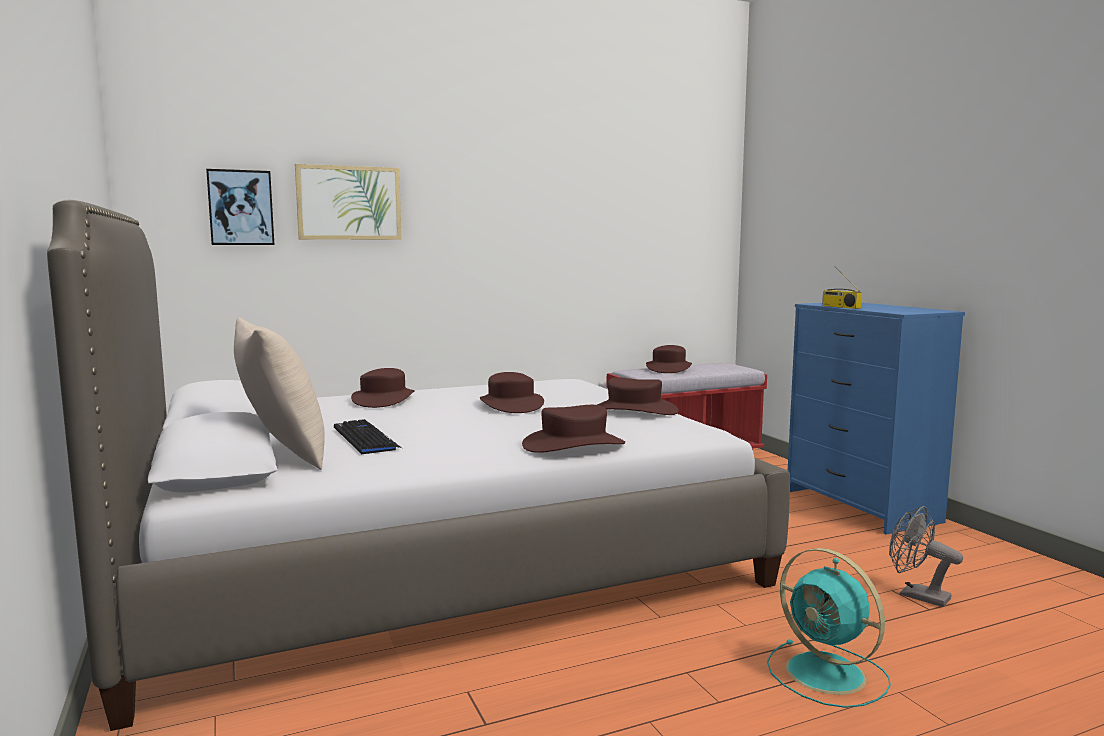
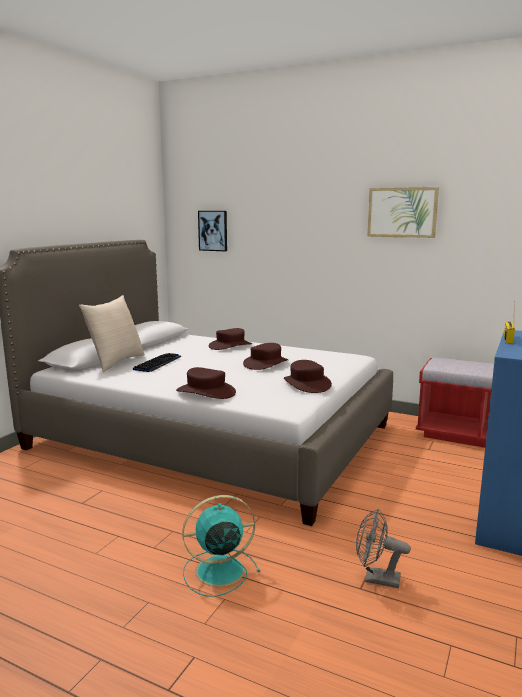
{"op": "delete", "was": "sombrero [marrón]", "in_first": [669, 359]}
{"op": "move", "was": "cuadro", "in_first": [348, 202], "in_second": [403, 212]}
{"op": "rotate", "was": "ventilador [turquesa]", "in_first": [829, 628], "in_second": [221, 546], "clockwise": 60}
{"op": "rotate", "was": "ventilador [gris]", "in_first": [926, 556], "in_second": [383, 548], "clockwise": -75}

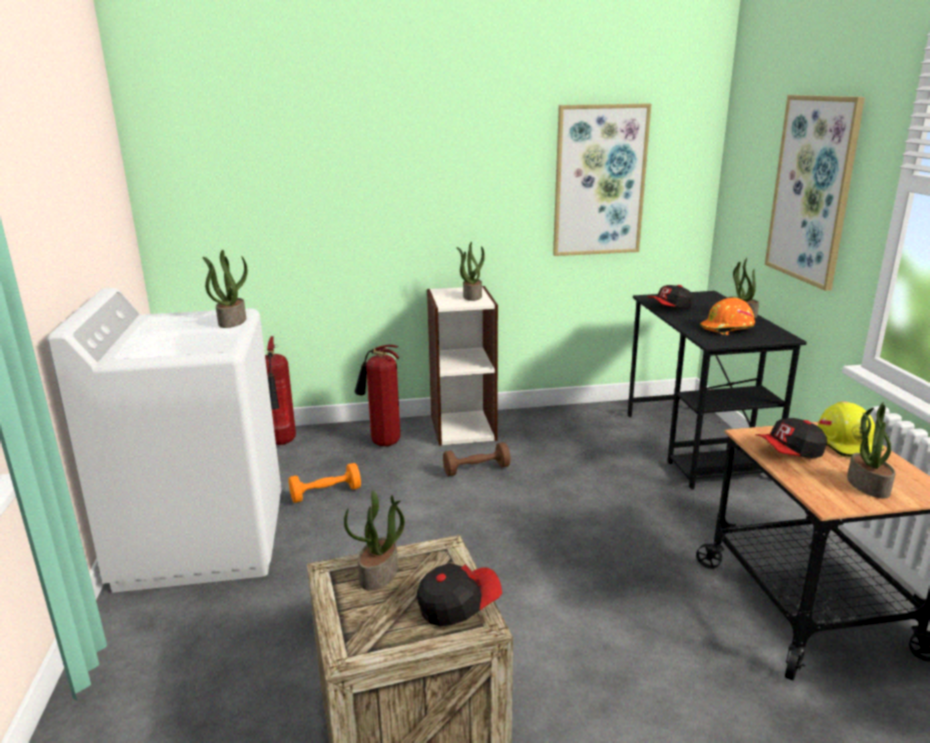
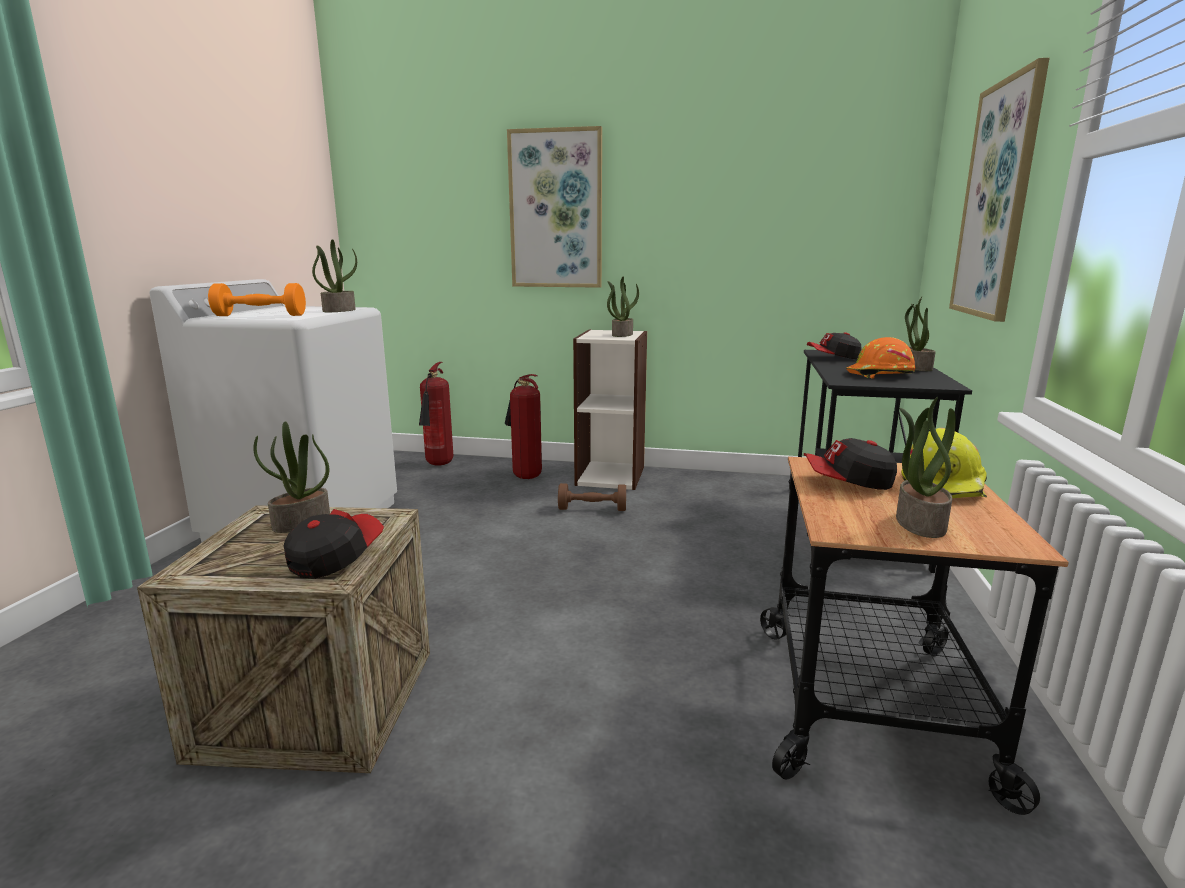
{"op": "move", "was": "mancuerna [naranja]", "in_first": [325, 483], "in_second": [257, 299]}
{"op": "move", "was": "cuadro", "in_first": [602, 180], "in_second": [554, 207]}
{"op": "rotate", "was": "gorra", "in_first": [459, 594], "in_second": [334, 544], "clockwise": -60}

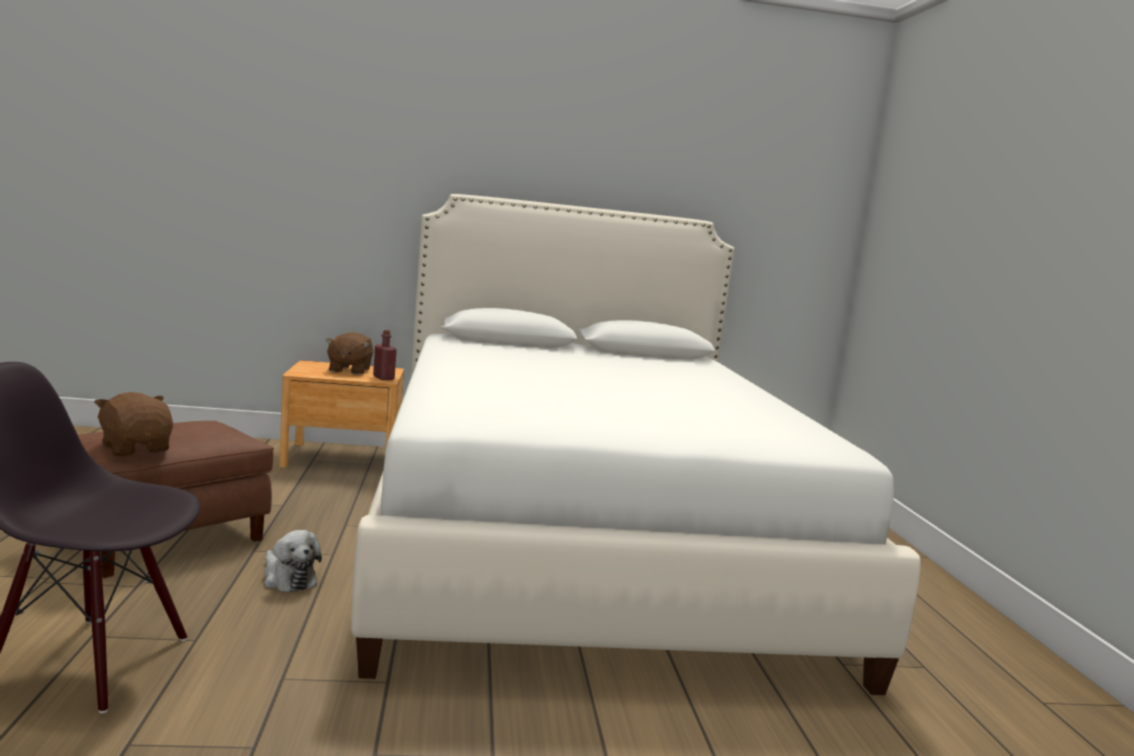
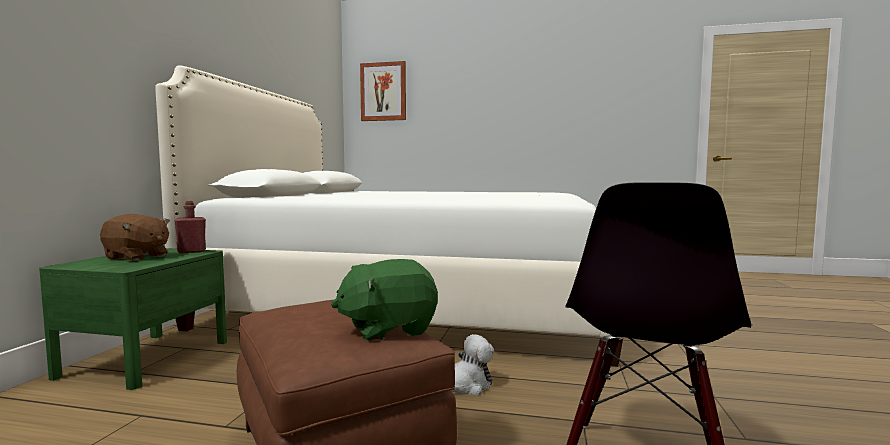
{"op": "insert", "now": "cuadro", "in_second": [383, 91]}
{"op": "recolor", "was": "peluche [marrón]", "now": "peluche [verde]", "in_first": [133, 424], "in_second": [384, 300]}
{"op": "recolor", "was": "mesita de noche [marrón]", "now": "mesita de noche [verde]", "in_first": [341, 414], "in_second": [133, 319]}

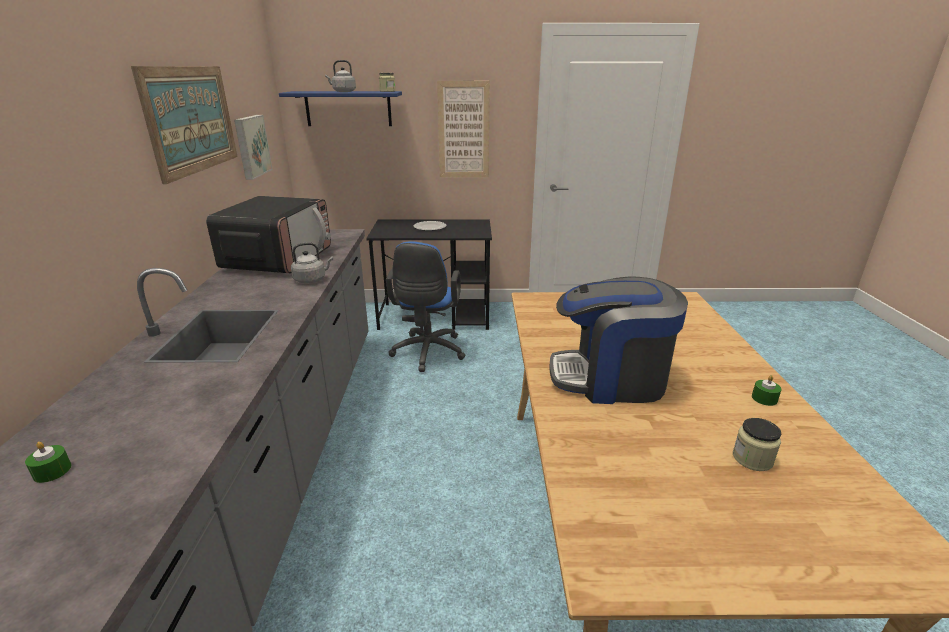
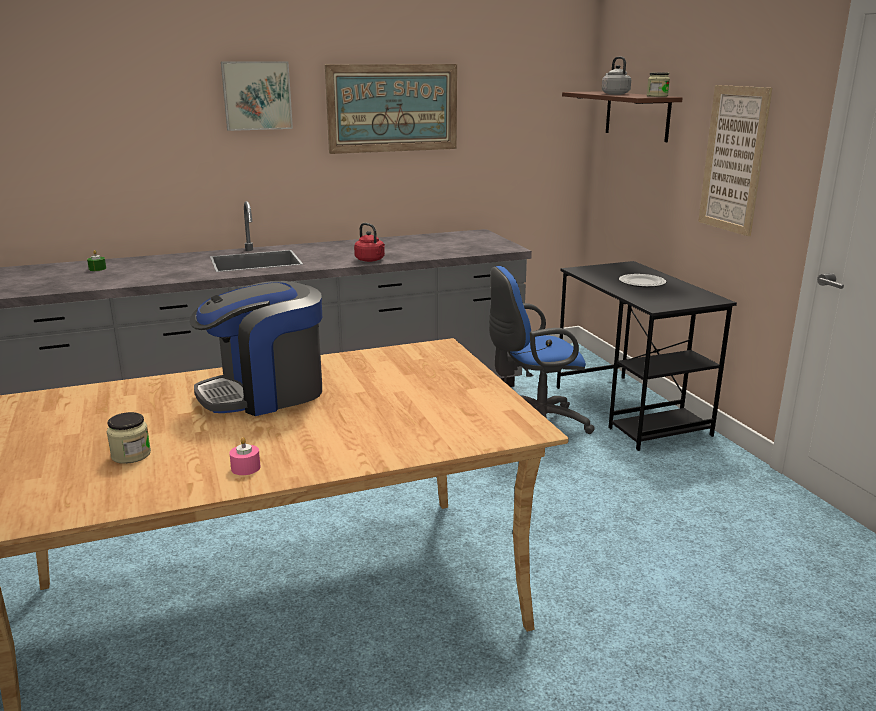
{"op": "delete", "was": "microondas", "in_first": [268, 234]}
{"op": "move", "was": "cuadro", "in_first": [253, 147], "in_second": [257, 96]}
{"op": "recolor", "was": "estante [azul]", "now": "estante [marrón]", "in_first": [340, 108], "in_second": [622, 116]}
{"op": "recolor", "was": "hervidor [gris]", "now": "hervidor [rojo]", "in_first": [312, 262], "in_second": [369, 242]}
{"op": "recolor", "was": "vela [verde]", "now": "vela [rosa]", "in_first": [767, 390], "in_second": [245, 456]}
{"op": "rotate", "was": "cafetera", "in_first": [618, 340], "in_second": [256, 348], "clockwise": -105}

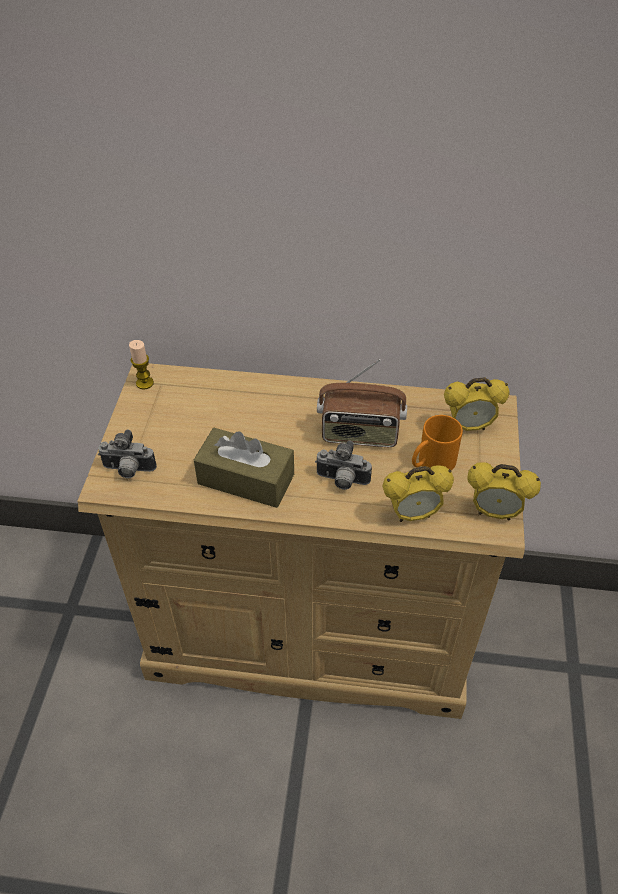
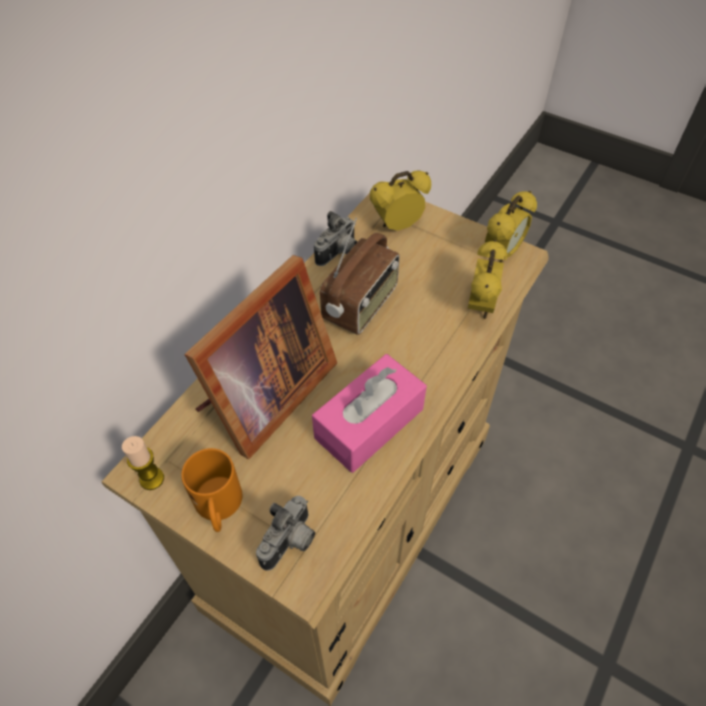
{"op": "insert", "now": "portarretratos", "in_second": [261, 357]}
{"op": "move", "was": "cámara", "in_first": [343, 465], "in_second": [335, 238]}
{"op": "move", "was": "taza grande [naranja]", "in_first": [437, 442], "in_second": [211, 490]}
{"op": "recolor", "was": "caja de pañuelos [marrón]", "now": "caja de pañuelos [rosa]", "in_first": [244, 468], "in_second": [369, 413]}
{"op": "rotate", "was": "despertador", "in_first": [477, 404], "in_second": [400, 201], "clockwise": -135}

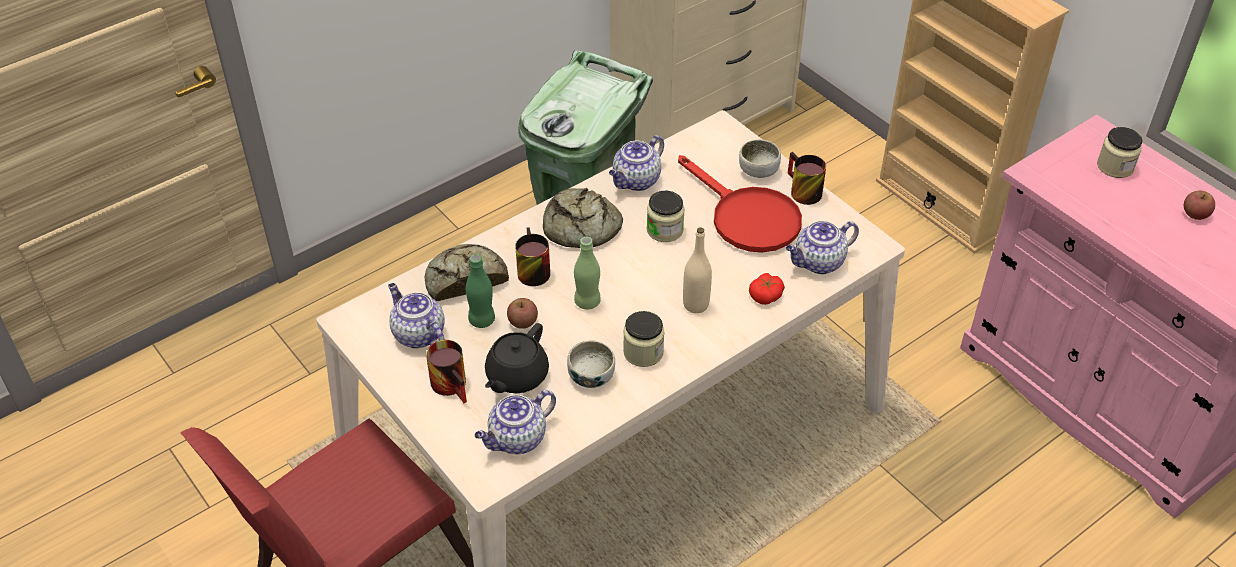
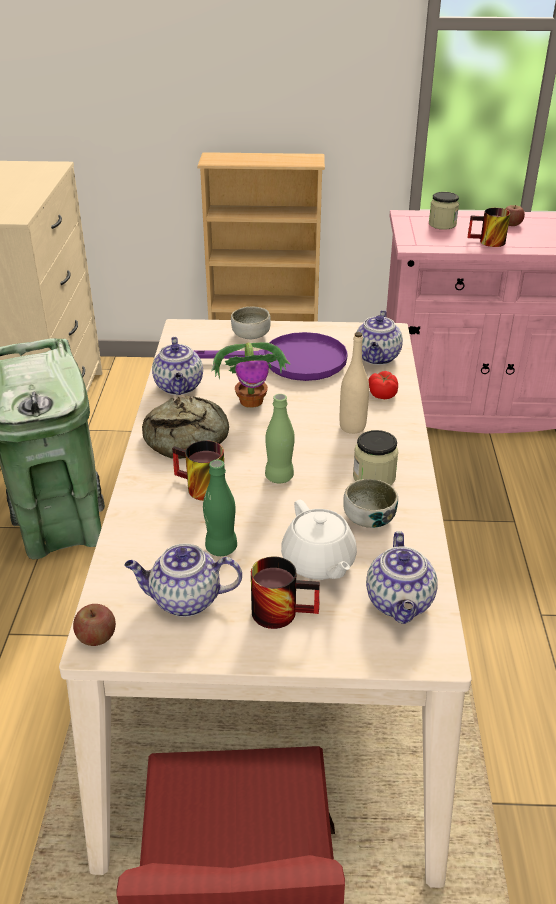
{"op": "delete", "was": "pan", "in_first": [467, 272]}
{"op": "move", "was": "manzana", "in_first": [522, 313], "in_second": [94, 625]}
{"op": "move", "was": "taza grande", "in_first": [806, 178], "in_second": [488, 227]}
{"op": "replace", "was": "tarro", "now": "planta en maceta", "in_first": [666, 216], "in_second": [250, 375]}
{"op": "recolor", "was": "tetera [negro]", "now": "tetera [blanco]", "in_first": [517, 358], "in_second": [319, 540]}
{"op": "recolor", "was": "sartén [rojo]", "now": "sartén [morado]", "in_first": [740, 204], "in_second": [271, 356]}

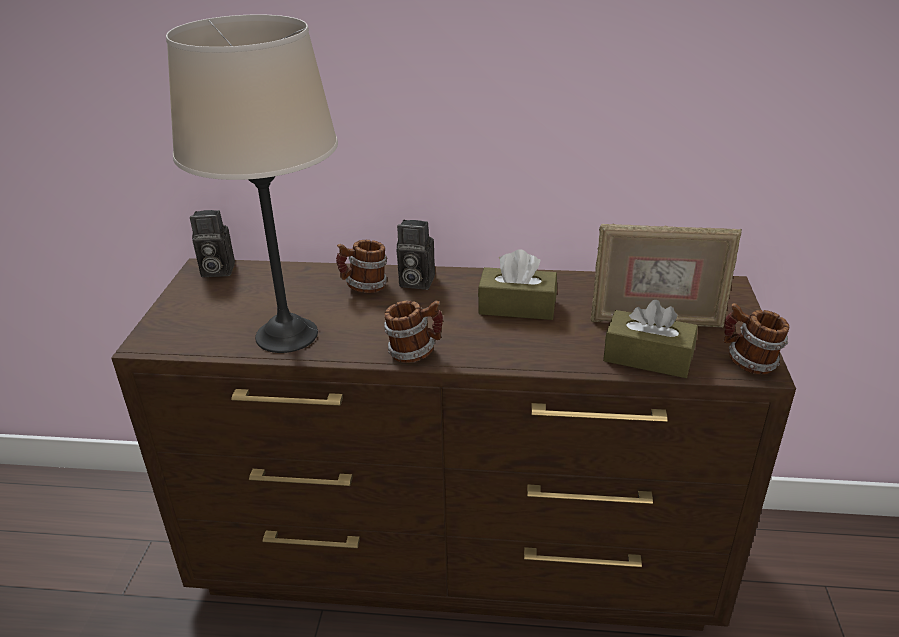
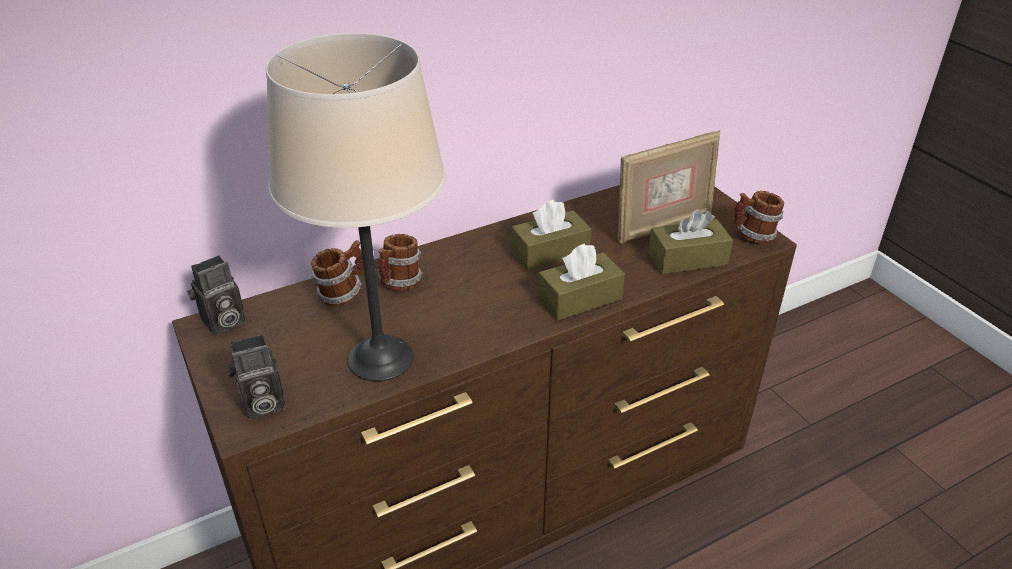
{"op": "insert", "now": "caja de pañuelos [marrón]", "in_second": [581, 282]}
{"op": "move", "was": "taza grande", "in_first": [413, 332], "in_second": [337, 273]}
{"op": "move", "was": "cámara", "in_first": [415, 255], "in_second": [255, 376]}

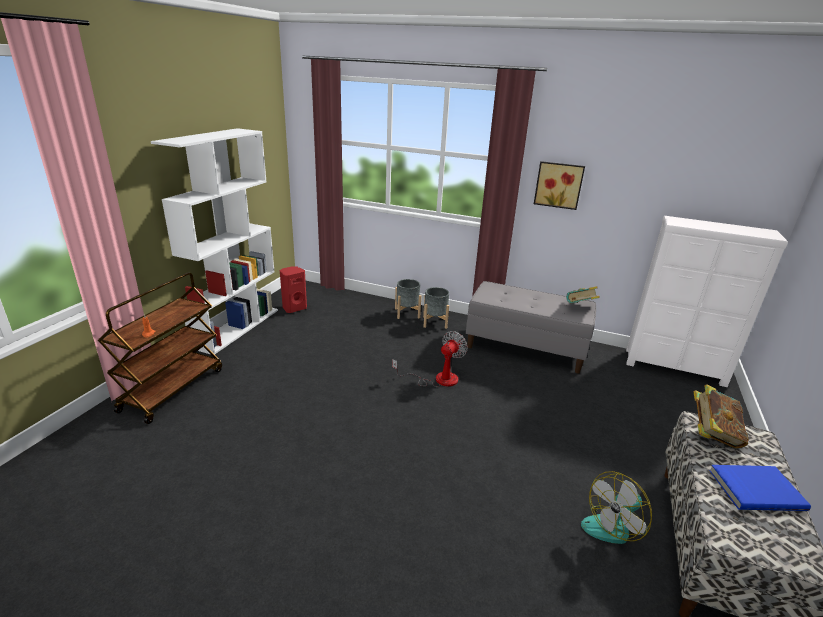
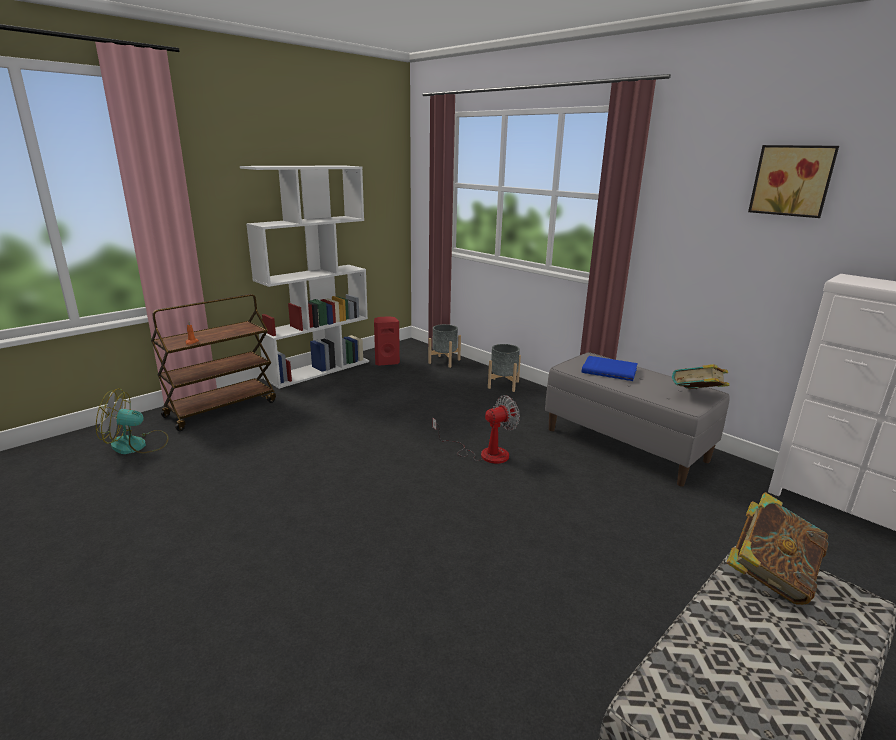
{"op": "move", "was": "maceta [gris]", "in_first": [436, 308], "in_second": [445, 346]}
{"op": "move", "was": "cuadro", "in_first": [559, 185], "in_second": [793, 181]}
{"op": "move", "was": "ventilador", "in_first": [616, 507], "in_second": [132, 421]}
{"op": "move", "was": "libro [azul]", "in_first": [760, 488], "in_second": [610, 368]}

